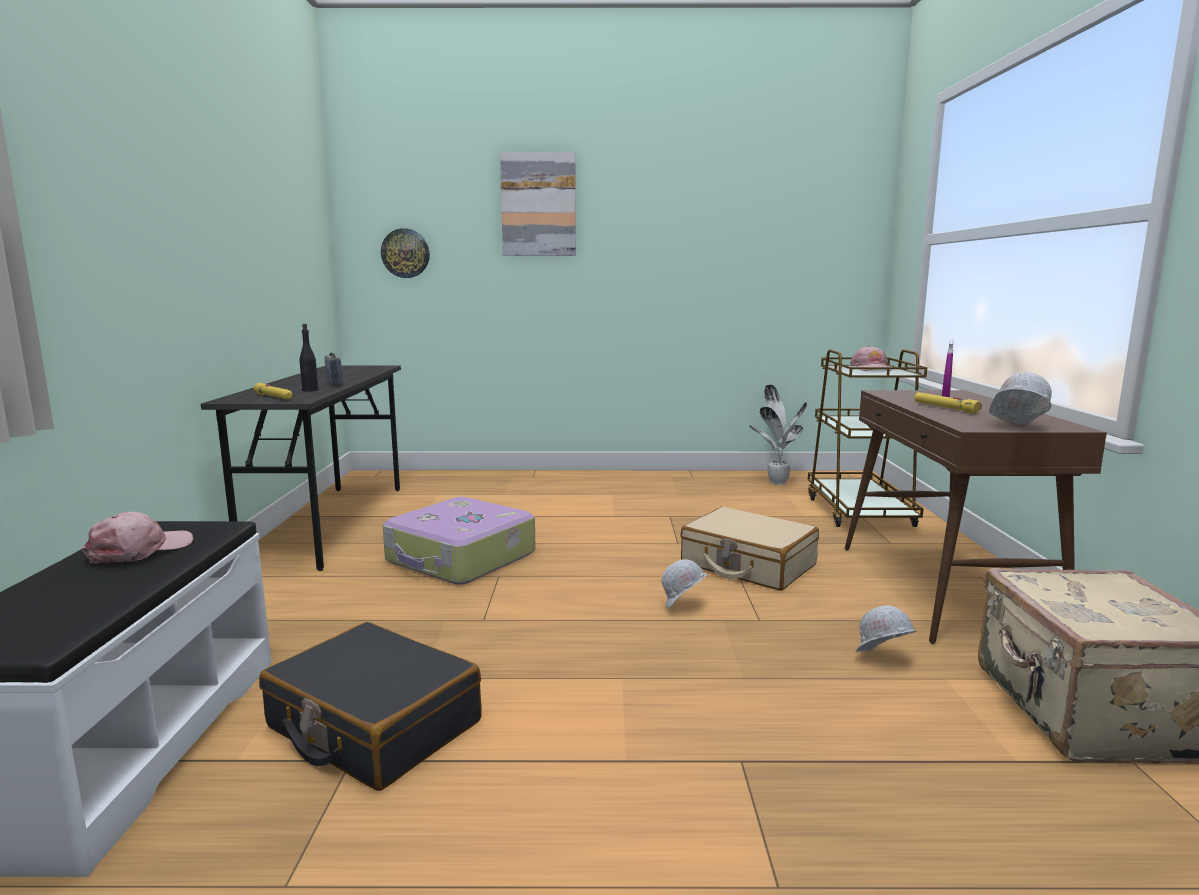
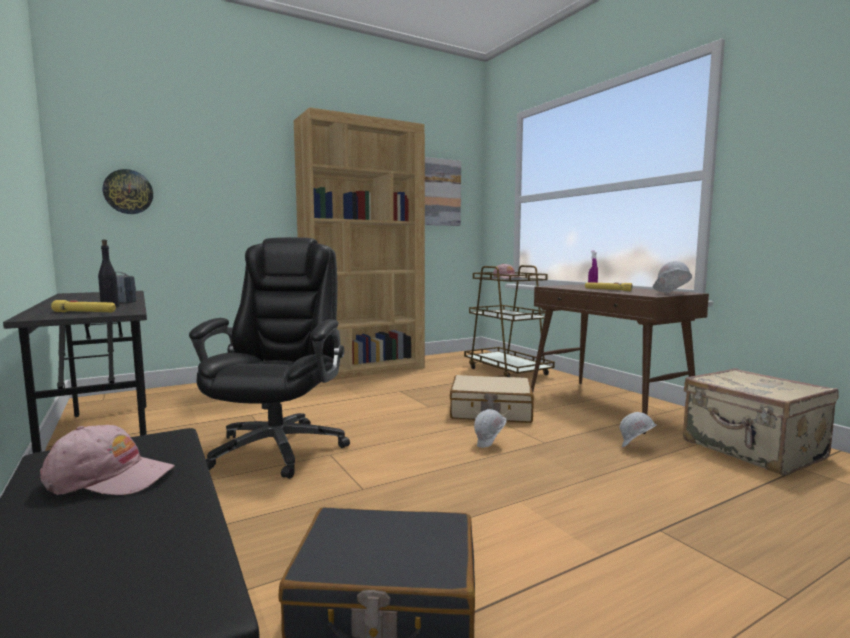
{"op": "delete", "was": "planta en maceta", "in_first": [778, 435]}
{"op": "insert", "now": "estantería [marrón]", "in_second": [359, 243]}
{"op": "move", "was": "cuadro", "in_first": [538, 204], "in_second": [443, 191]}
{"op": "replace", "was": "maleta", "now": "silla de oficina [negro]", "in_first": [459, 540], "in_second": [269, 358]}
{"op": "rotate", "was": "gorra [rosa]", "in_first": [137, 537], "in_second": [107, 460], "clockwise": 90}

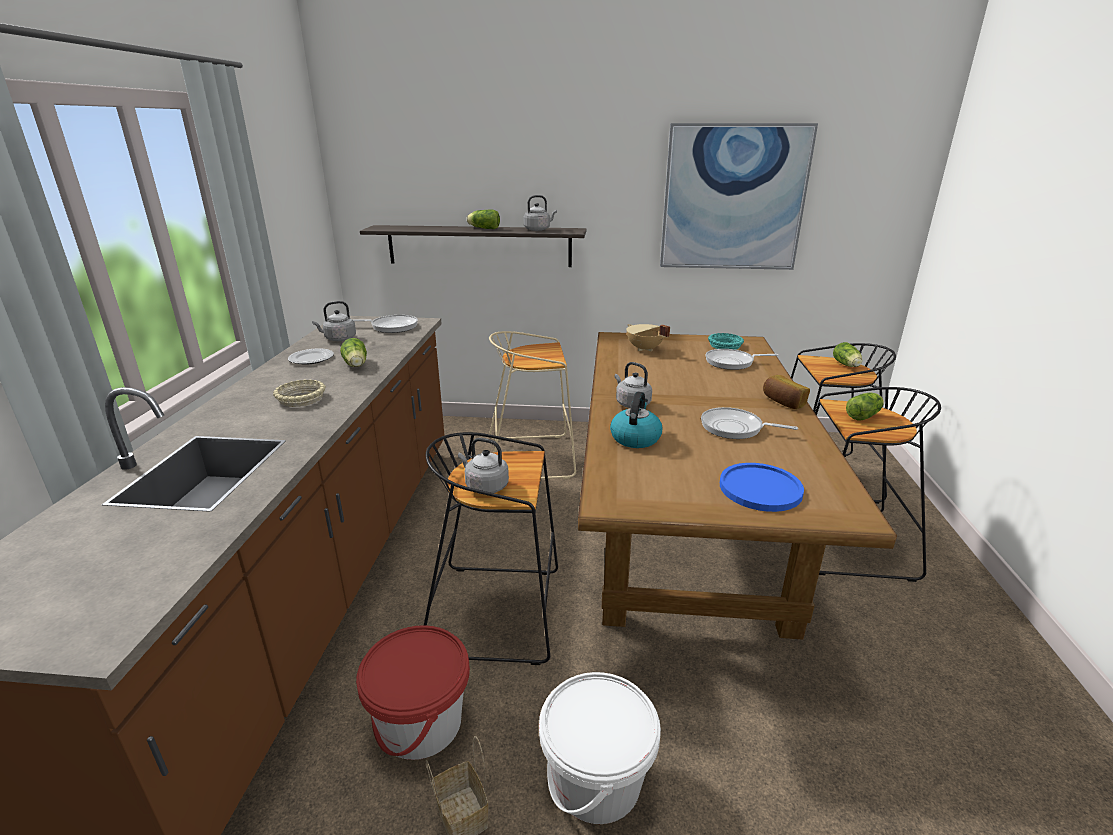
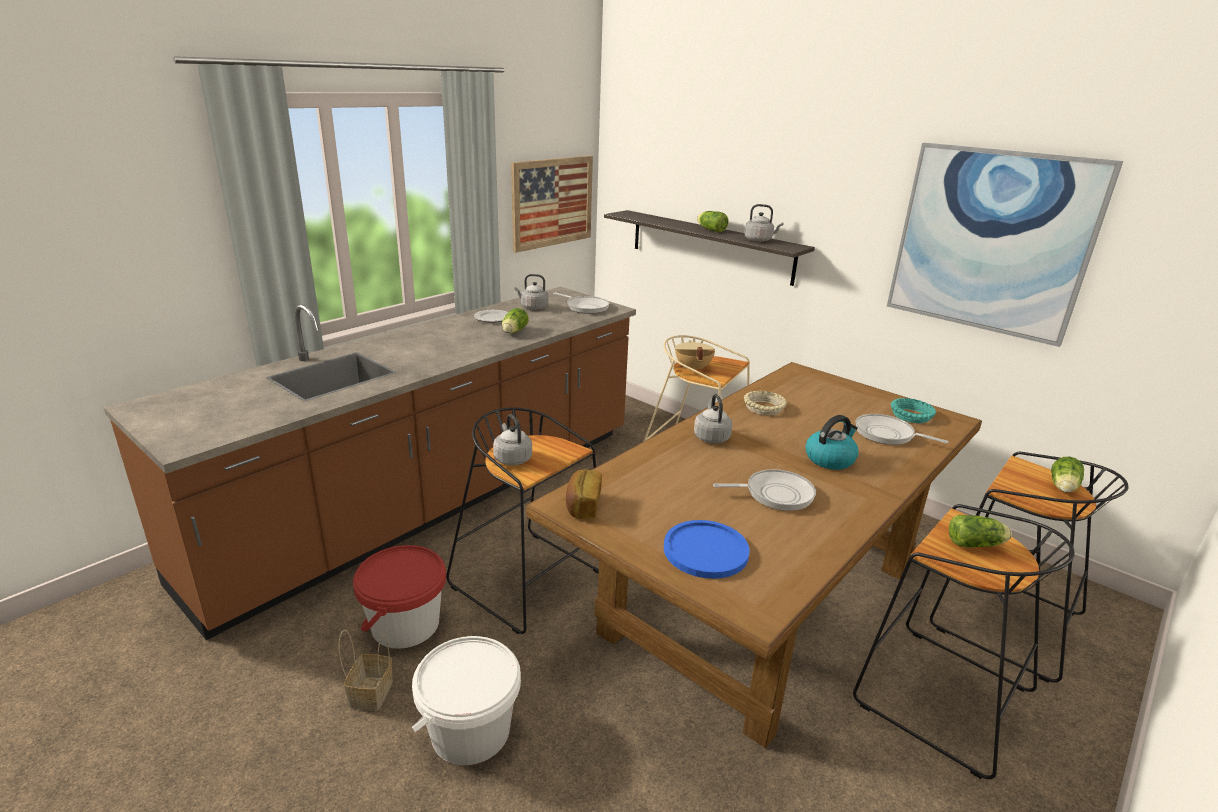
{"op": "insert", "now": "cuadro", "in_second": [552, 204]}
{"op": "move", "was": "cuenco [beis]", "in_first": [299, 393], "in_second": [765, 402]}
{"op": "move", "was": "hervidor", "in_first": [636, 420], "in_second": [832, 442]}
{"op": "move", "was": "olla [beis]", "in_first": [648, 337], "in_second": [695, 355]}
{"op": "move", "was": "pan", "in_first": [786, 392], "in_second": [584, 494]}
{"op": "rotate", "was": "sartén", "in_first": [749, 423], "in_second": [764, 490], "clockwise": 120}

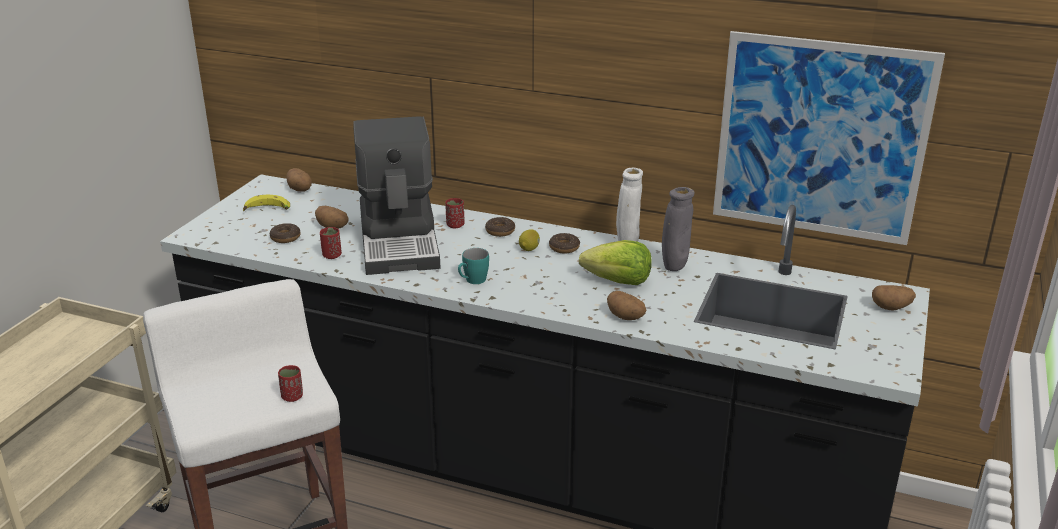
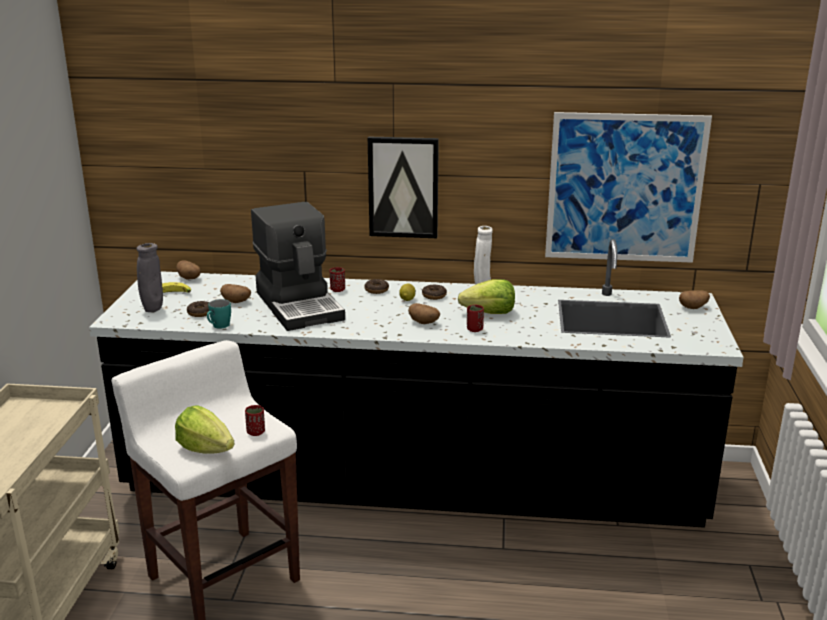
{"op": "insert", "now": "lechuga", "in_second": [204, 430]}
{"op": "insert", "now": "cuadro", "in_second": [403, 187]}
{"op": "move", "was": "taza [rojo]", "in_first": [331, 243], "in_second": [475, 318]}
{"op": "move", "was": "taza grande [turquesa]", "in_first": [473, 266], "in_second": [219, 314]}
{"op": "move", "was": "patata", "in_first": [626, 305], "in_second": [424, 313]}
{"op": "move", "was": "florero [gris]", "in_first": [678, 229], "in_second": [150, 277]}

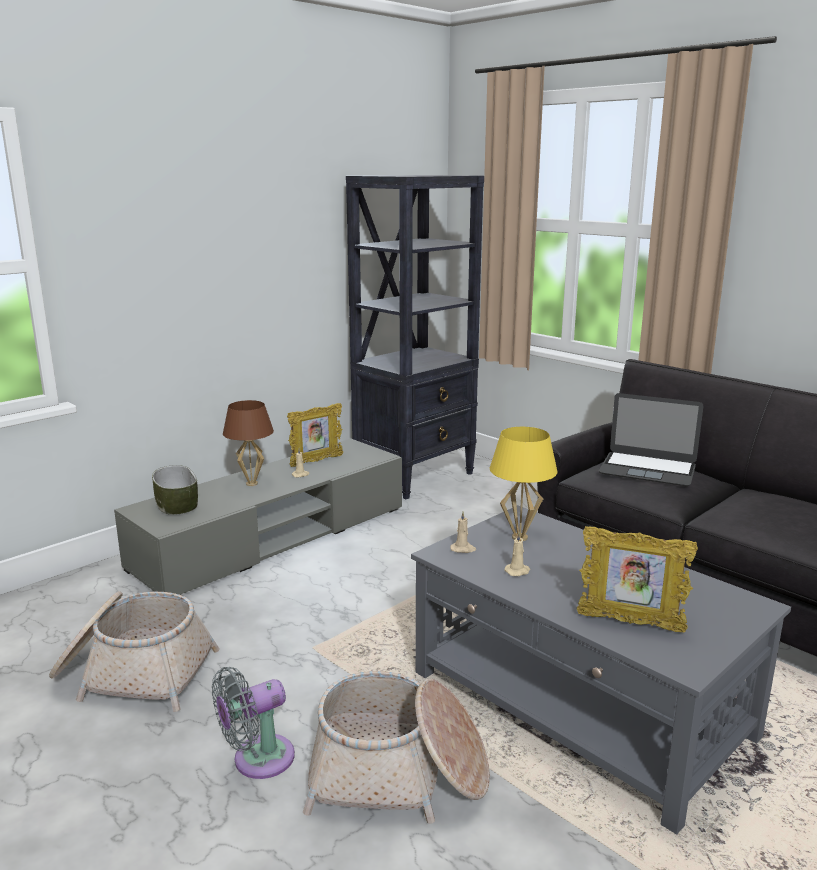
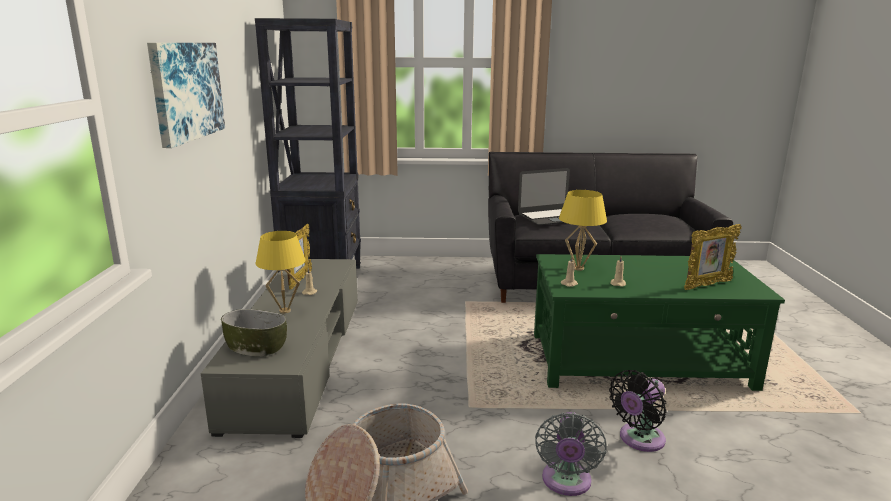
{"op": "insert", "now": "cuadro", "in_second": [186, 95]}
{"op": "replace", "was": "cesta", "now": "ventilador [negro]", "in_first": [396, 747], "in_second": [638, 411]}
{"op": "recolor", "was": "lámpara de mesa [marrón]", "now": "lámpara de mesa [amarillo]", "in_first": [248, 443], "in_second": [281, 272]}
{"op": "recolor", "was": "mesa de centro [gris]", "now": "mesa de centro [verde]", "in_first": [601, 670], "in_second": [659, 322]}

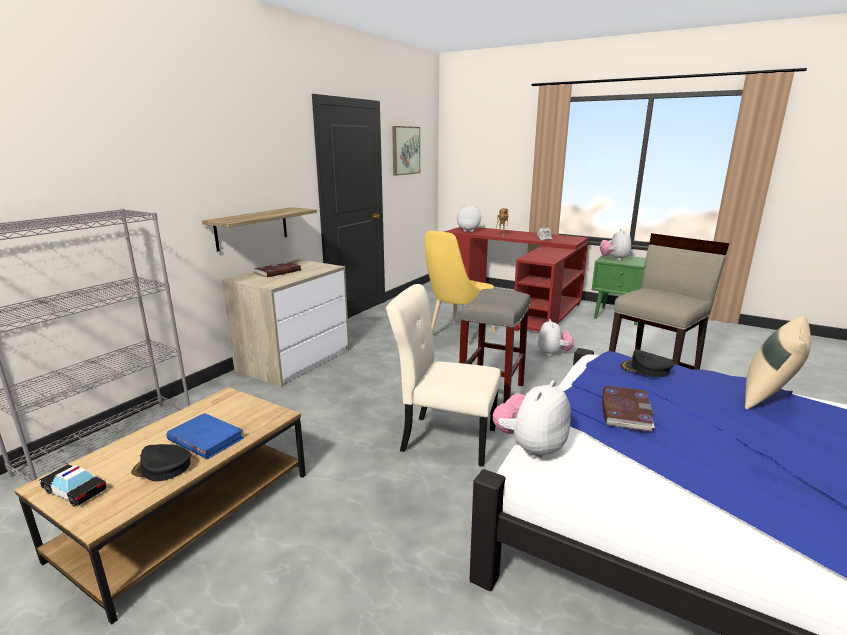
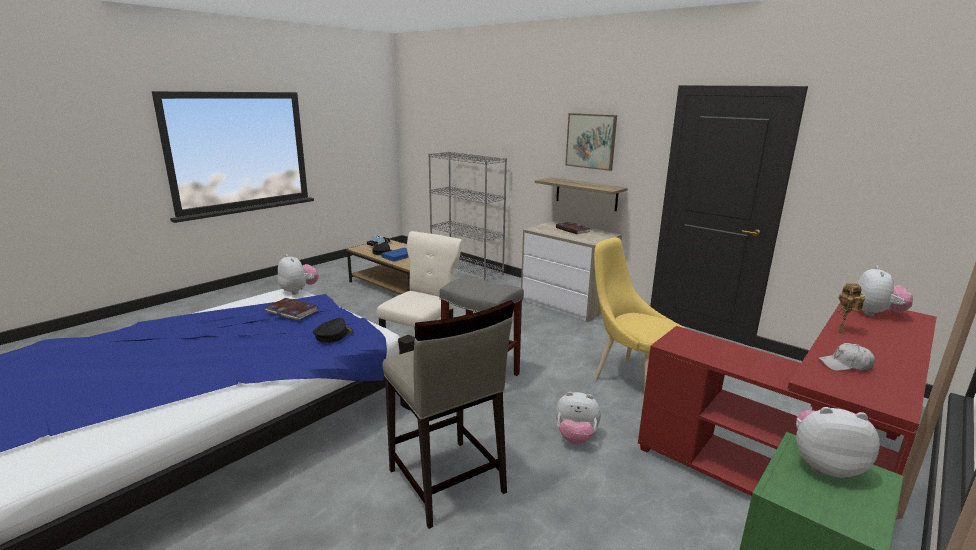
{"op": "delete", "was": "cojín [beis]", "in_first": [778, 362]}
{"op": "move", "was": "cuadro", "in_first": [406, 151], "in_second": [591, 142]}

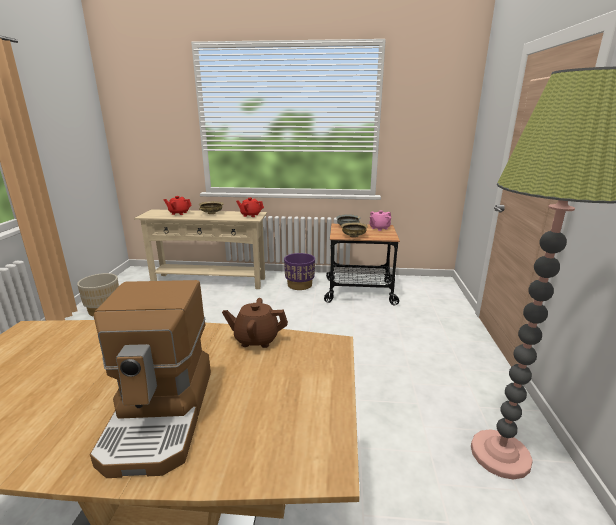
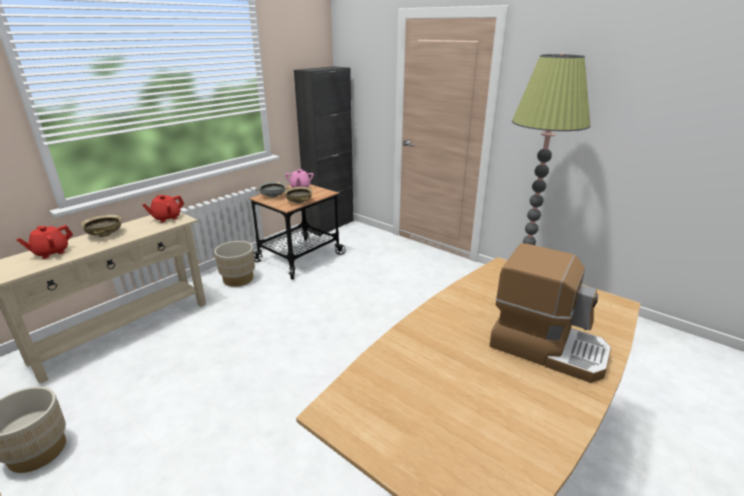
{"op": "delete", "was": "tetera [marrón]", "in_first": [255, 323]}
{"op": "insert", "now": "armario [negro]", "in_second": [323, 151]}
{"op": "recolor", "was": "maceta [morado]", "now": "maceta [beis]", "in_first": [299, 271], "in_second": [234, 264]}

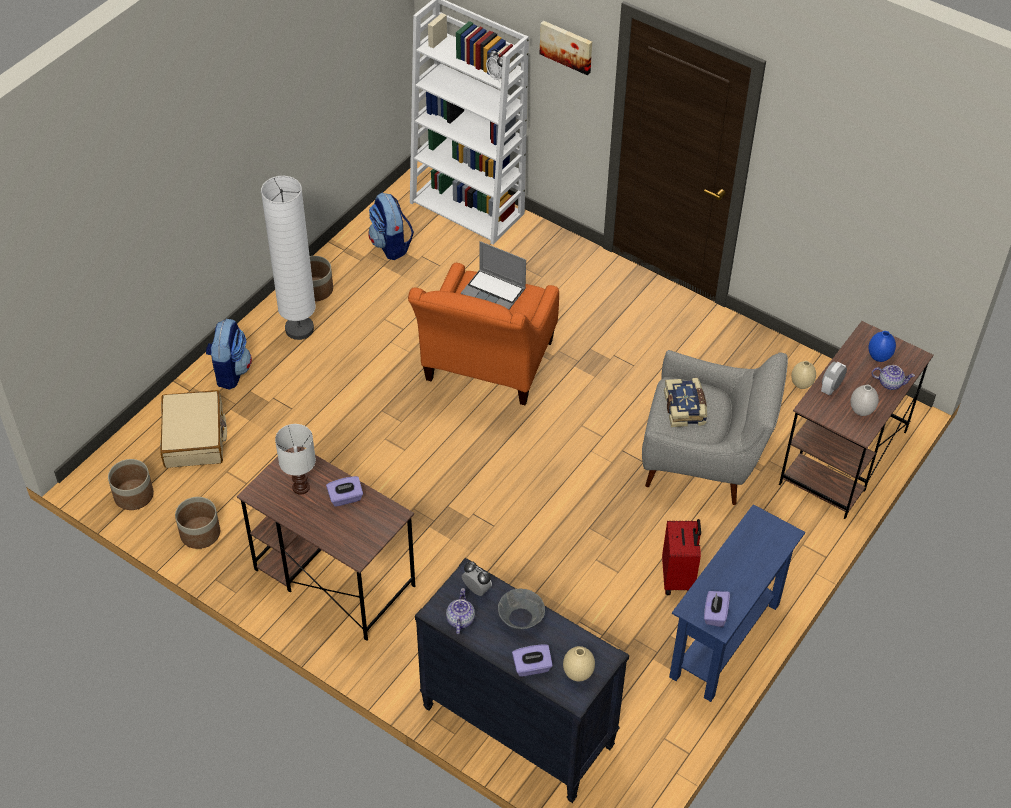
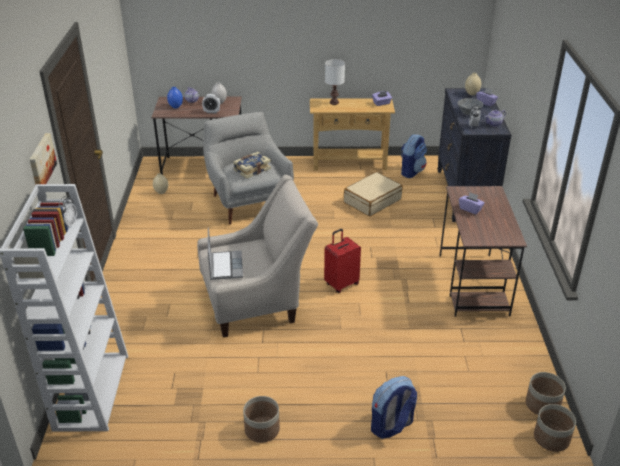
{"op": "delete", "was": "lámpara de pie [blanco]", "in_first": [288, 258]}
{"op": "move", "was": "maleta [beis]", "in_first": [193, 429], "in_second": [373, 194]}
{"op": "move", "was": "maceta", "in_first": [197, 523], "in_second": [555, 428]}
{"op": "move", "was": "lámpara de mesa [blanco]", "in_first": [295, 459], "in_second": [335, 82]}
{"op": "move", "was": "mochila", "in_first": [391, 226], "in_second": [414, 156]}
{"op": "move", "was": "maleta [rojo]", "in_first": [681, 557], "in_second": [342, 261]}
{"op": "recolor", "was": "sillón [naranja]", "now": "sillón [beis]", "in_first": [483, 334], "in_second": [257, 256]}
{"op": "recolor", "was": "mesa consola [azul]", "now": "mesa consola [beis]", "in_first": [737, 603], "in_second": [352, 135]}

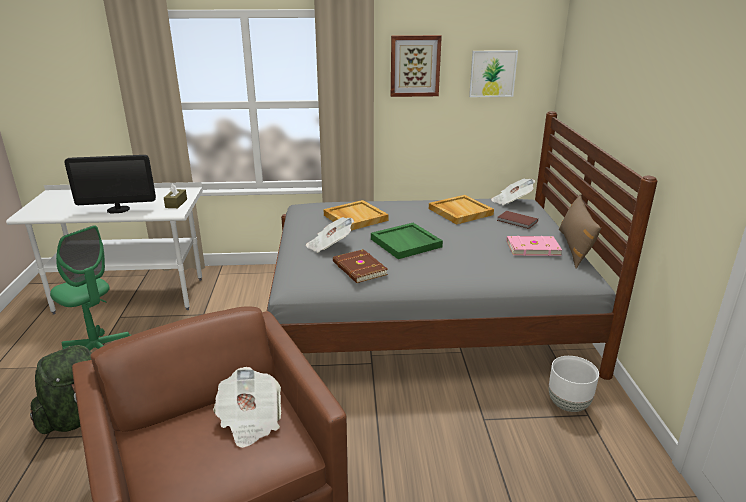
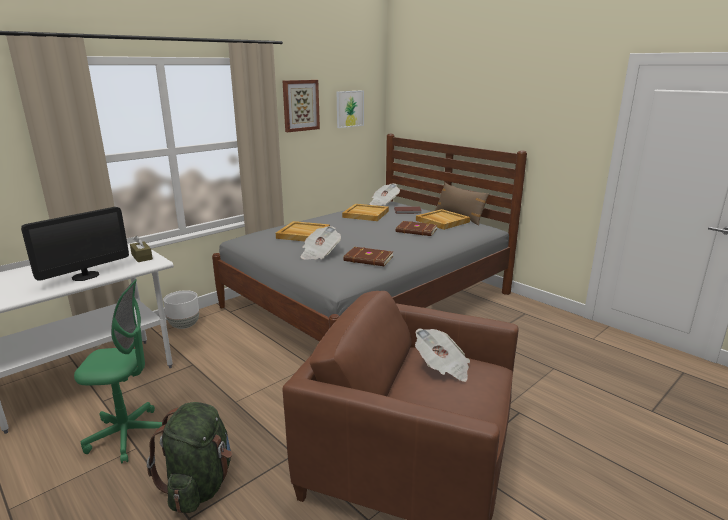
{"op": "delete", "was": "bandeja [verde]", "in_first": [407, 241]}
{"op": "insert", "now": "libro [marrón]", "in_second": [416, 228]}
{"op": "move", "was": "maceta [blanco]", "in_first": [574, 384], "in_second": [181, 309]}
{"op": "replace", "was": "libro [rosa]", "now": "bandeja [beis]", "in_first": [534, 246], "in_second": [443, 219]}

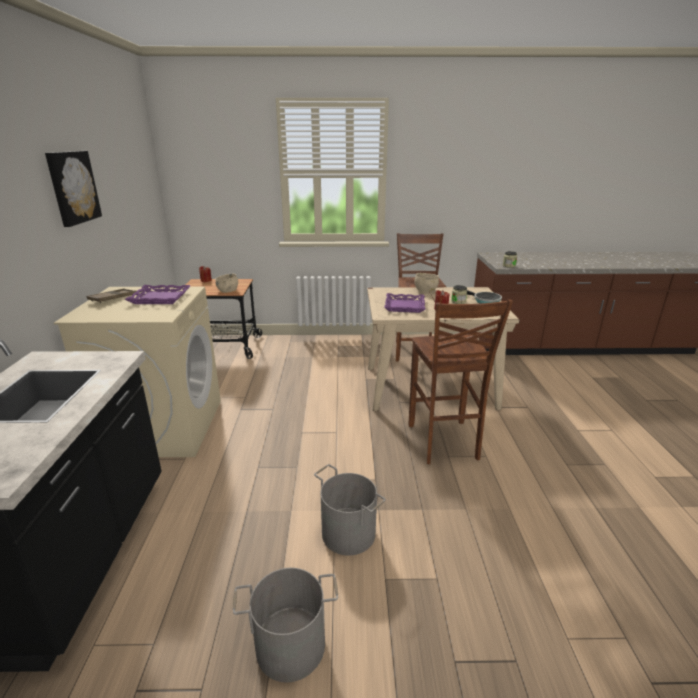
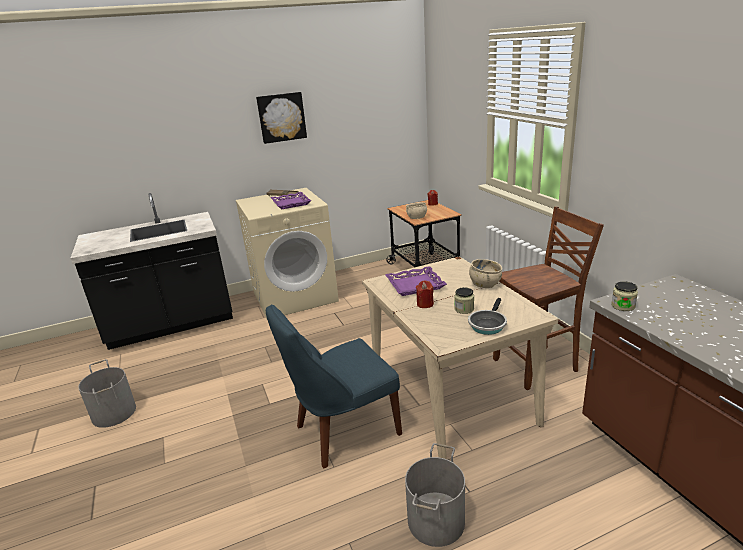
{"op": "move", "was": "cubo [gris]", "in_first": [350, 509], "in_second": [435, 495]}
{"op": "replace", "was": "taburete [marrón]", "now": "silla [azul]", "in_first": [461, 381], "in_second": [334, 387]}

